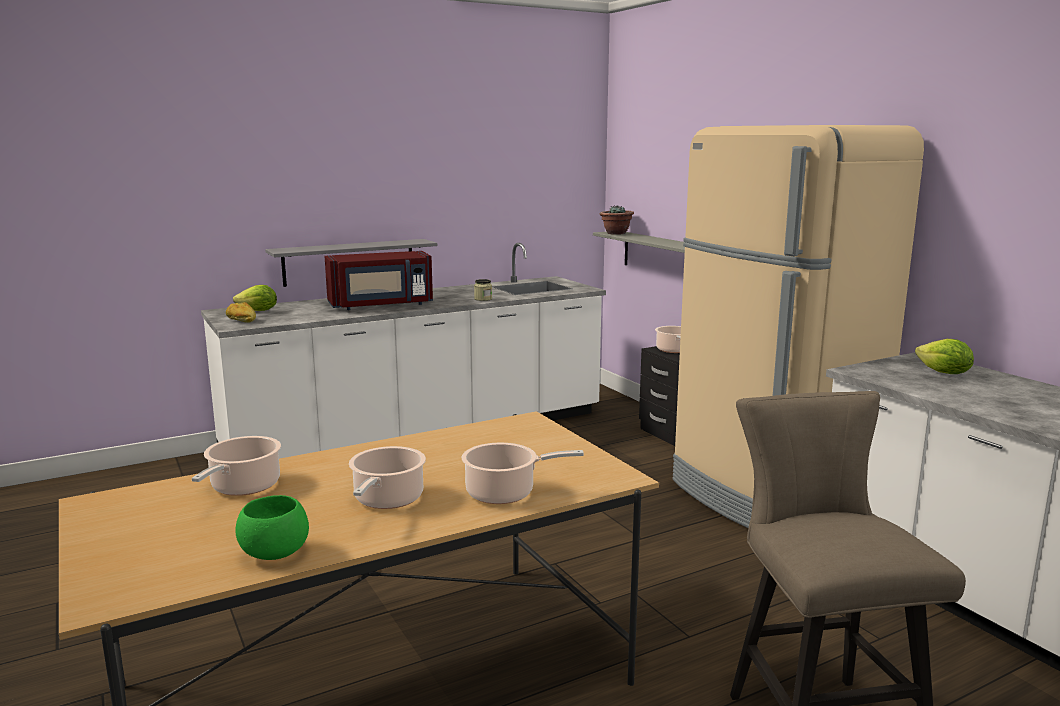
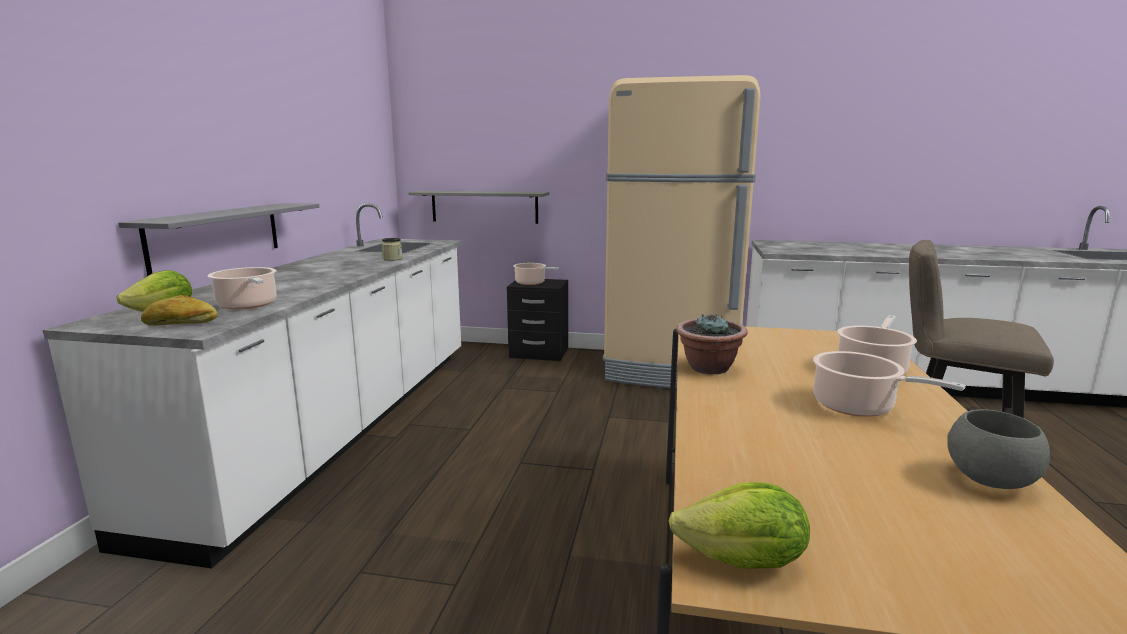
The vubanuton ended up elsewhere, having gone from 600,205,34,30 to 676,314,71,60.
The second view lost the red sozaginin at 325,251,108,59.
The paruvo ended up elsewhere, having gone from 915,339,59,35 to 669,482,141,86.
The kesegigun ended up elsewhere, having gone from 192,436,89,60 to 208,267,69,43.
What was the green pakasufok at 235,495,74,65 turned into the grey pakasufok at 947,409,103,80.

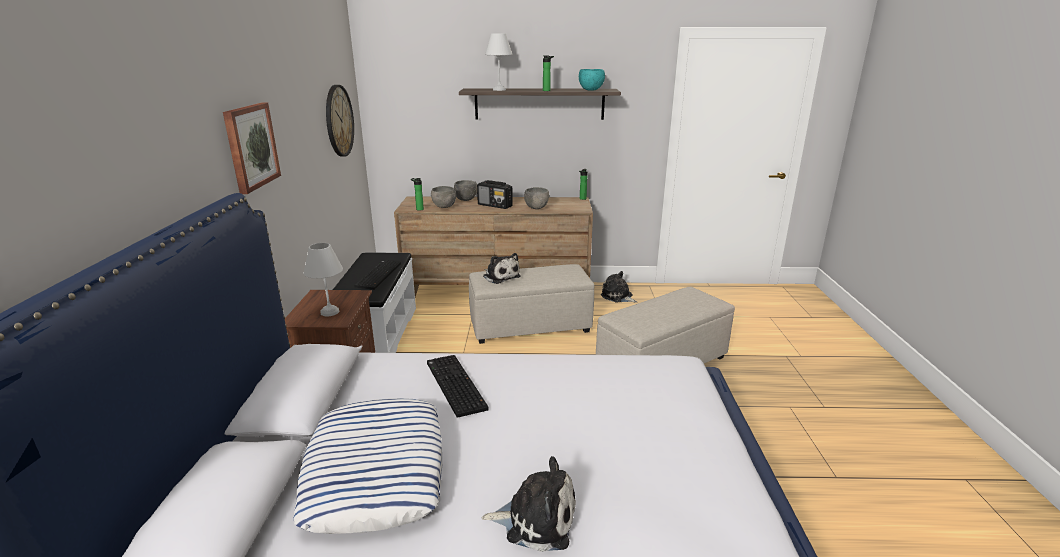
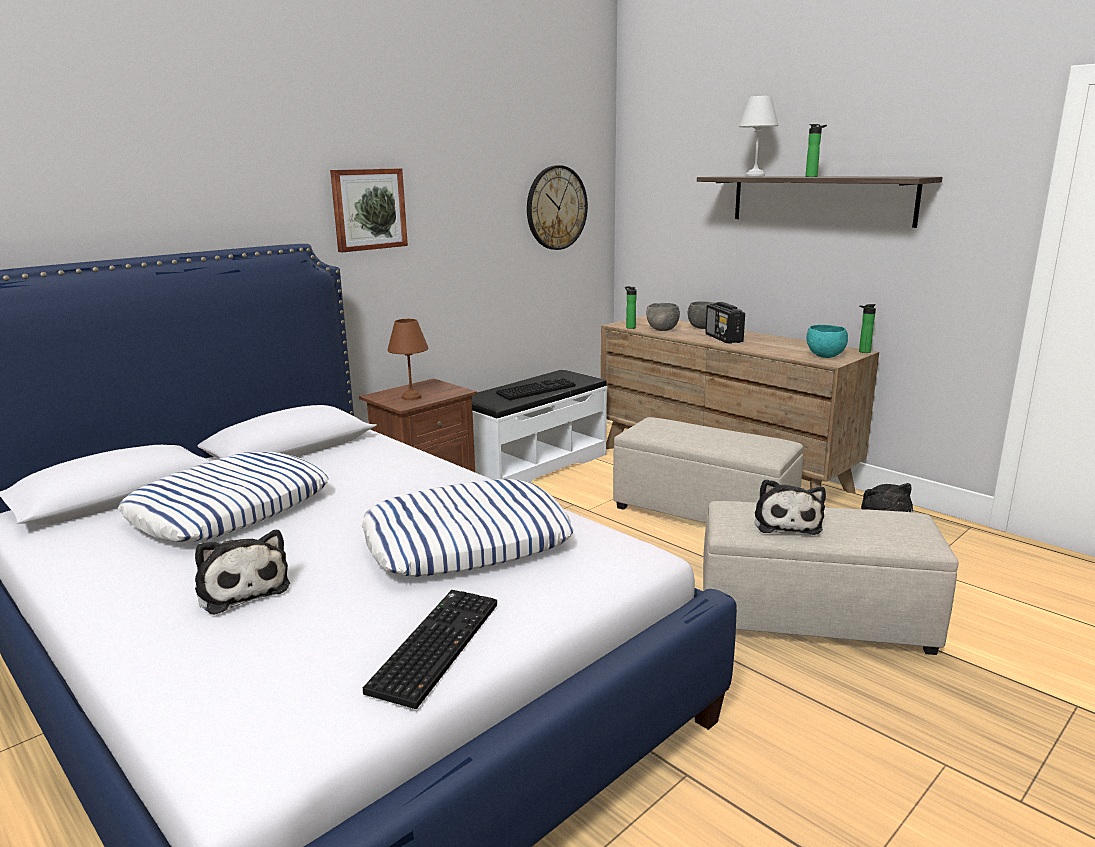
The turquoise pakasufok ended up elsewhere, having gone from 579,69,26,22 to 806,325,42,33.
The second view lost the grey pakasufok at 524,187,25,22.
What was the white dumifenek at 304,243,39,73 turned into the brown dumifenek at 387,319,41,81.
The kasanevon ended up elsewhere, having gone from 483,253,38,31 to 755,479,71,56.
The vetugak ended up elsewhere, having gone from 427,355,62,63 to 363,590,134,119.
The second view gained the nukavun at 362,479,211,98.

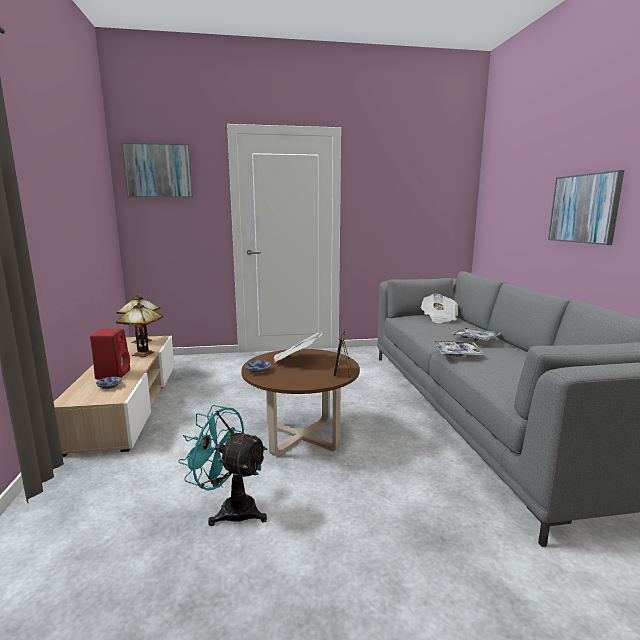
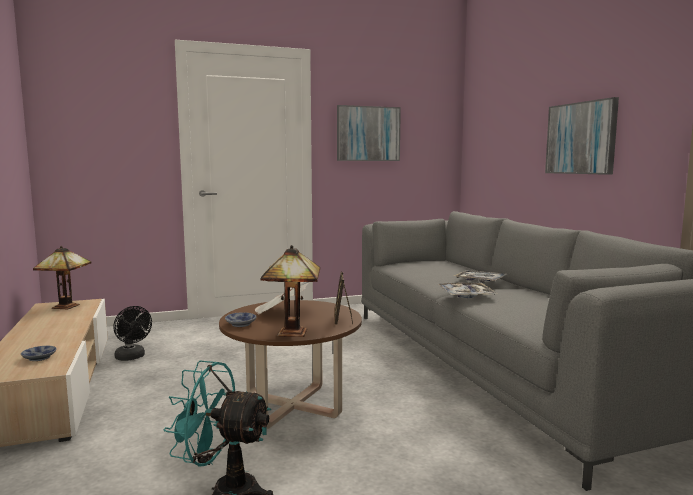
The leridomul ended up elsewhere, having gone from 122,142,71,56 to 337,105,64,56.
The second view lost the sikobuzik at 421,294,37,29.
The dumifenek ended up elsewhere, having gone from 116,303,47,54 to 260,245,60,92.
The second view lost the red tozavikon at 90,329,40,50.
The second view gained the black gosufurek at 113,306,39,55.

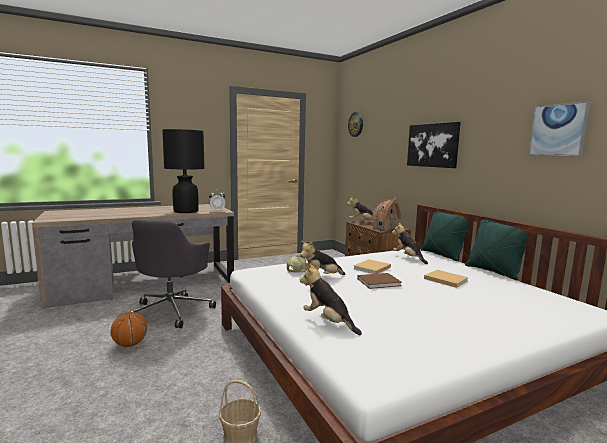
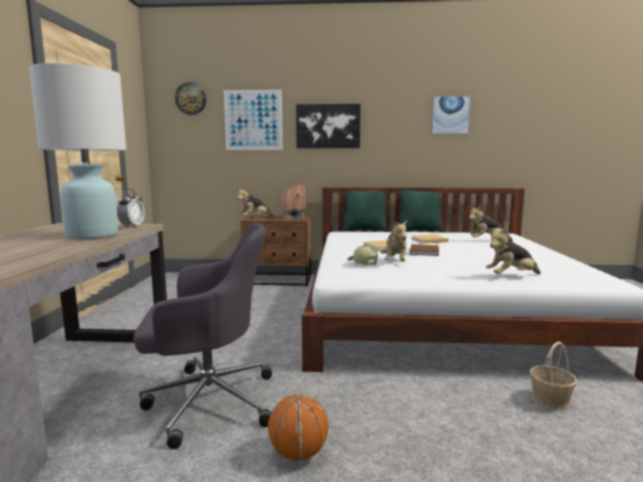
What was the black dumifenek at 162,129,43,84 turned into the white dumifenek at 29,63,97,176.
The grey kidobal at 131,220,85,108 ended up facing another way, 45 degrees counterclockwise from before.
The kasanevon ended up elsewhere, having gone from 392,223,36,41 to 469,207,44,34.
The second view gained the leridomul at 224,90,59,60.

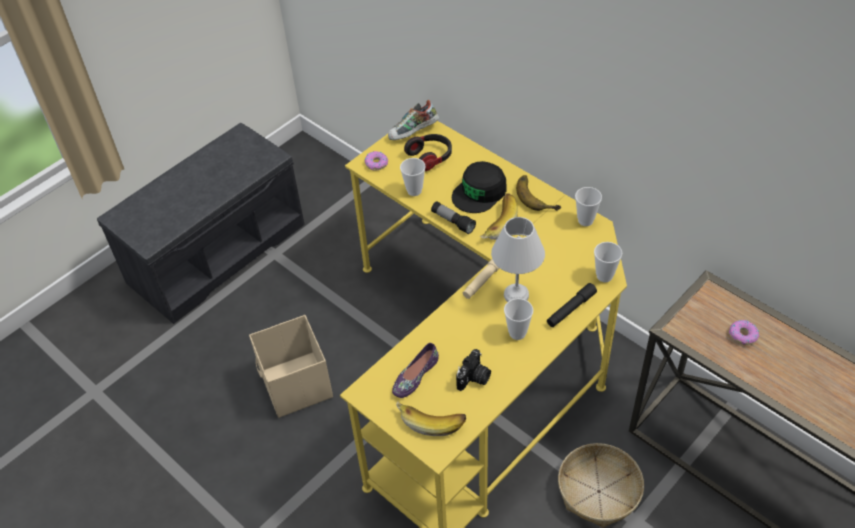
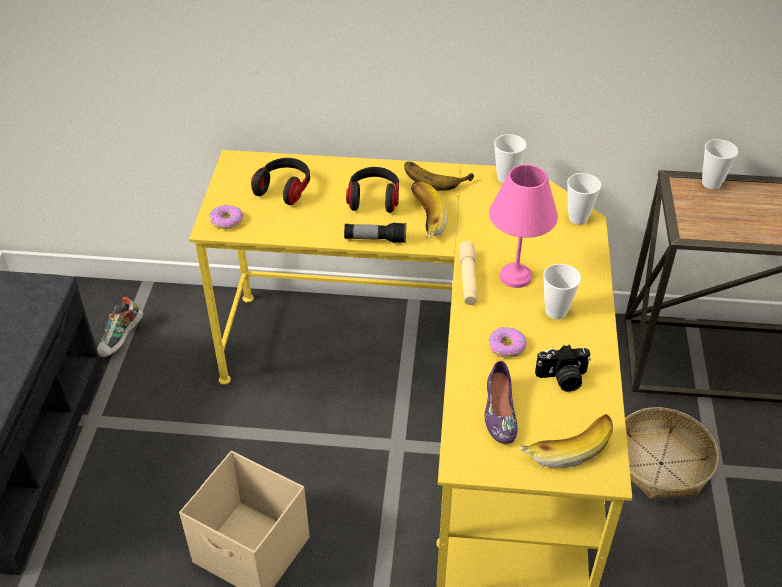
The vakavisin ended up elsewhere, having gone from 388,100,51,40 to 97,297,46,61.
The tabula ended up elsewhere, having gone from 400,158,26,38 to 702,139,36,50.
Where the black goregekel stood at 452,161,55,52, the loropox came to stand at 346,167,53,46.
What was the white dumifenek at 491,217,54,85 turned into the pink dumifenek at 489,165,69,123.
The second view lost the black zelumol at 547,283,50,44.
The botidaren ended up elsewhere, having gone from 729,320,30,25 to 489,327,38,30.
The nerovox at 456,349,35,42 ended up facing another way, 90 degrees clockwise from before.

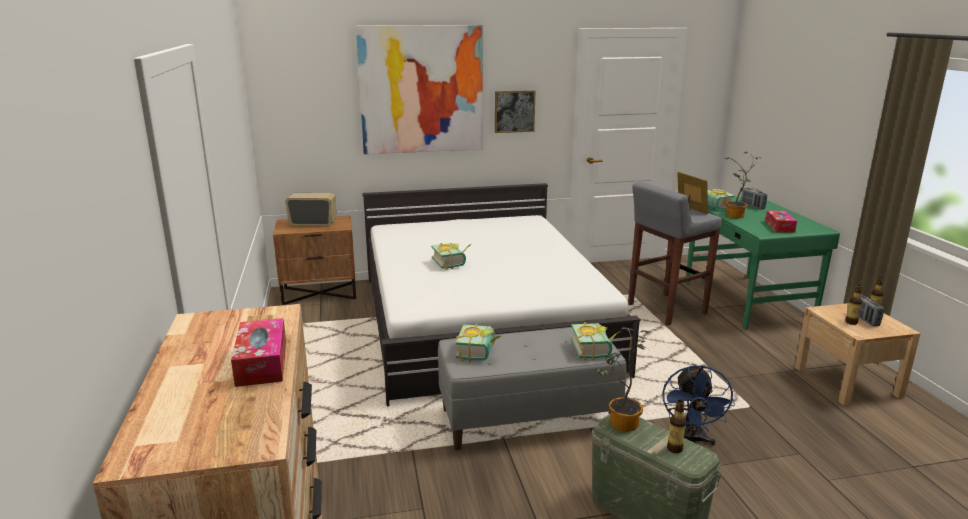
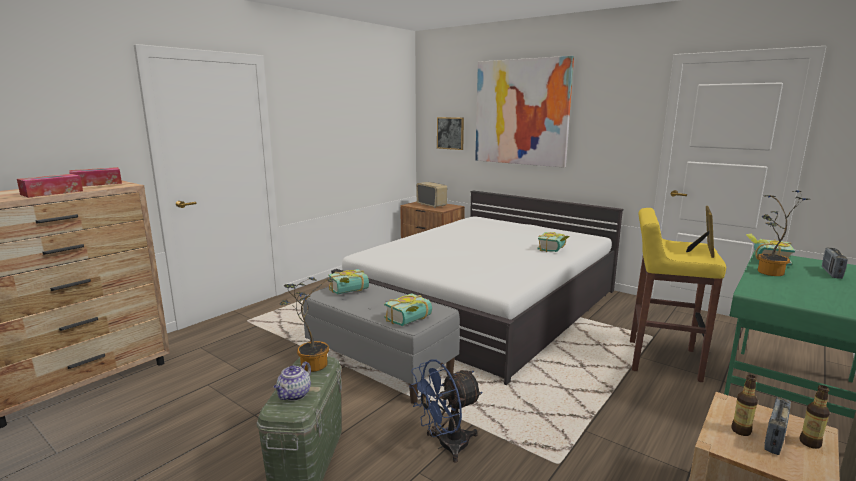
The leridomul ended up elsewhere, having gone from 495,90,40,43 to 437,117,27,33.
What was the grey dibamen at 628,182,94,143 turned into the yellow dibamen at 630,208,96,174.
The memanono ended up elsewhere, having gone from 765,210,32,23 to 69,167,53,20.
The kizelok ended up elsewhere, having gone from 431,243,40,27 to 537,232,33,20.
Where the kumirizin stood at 667,400,19,53, the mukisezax came to stand at 274,362,37,39.

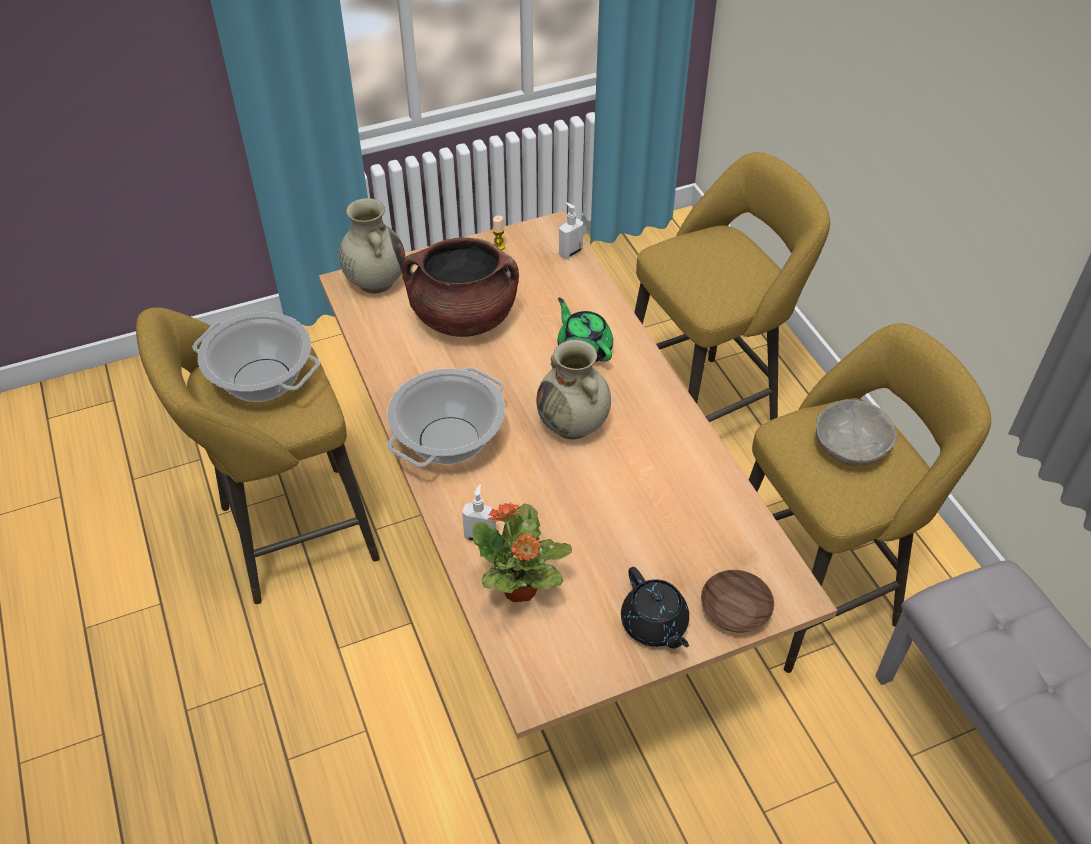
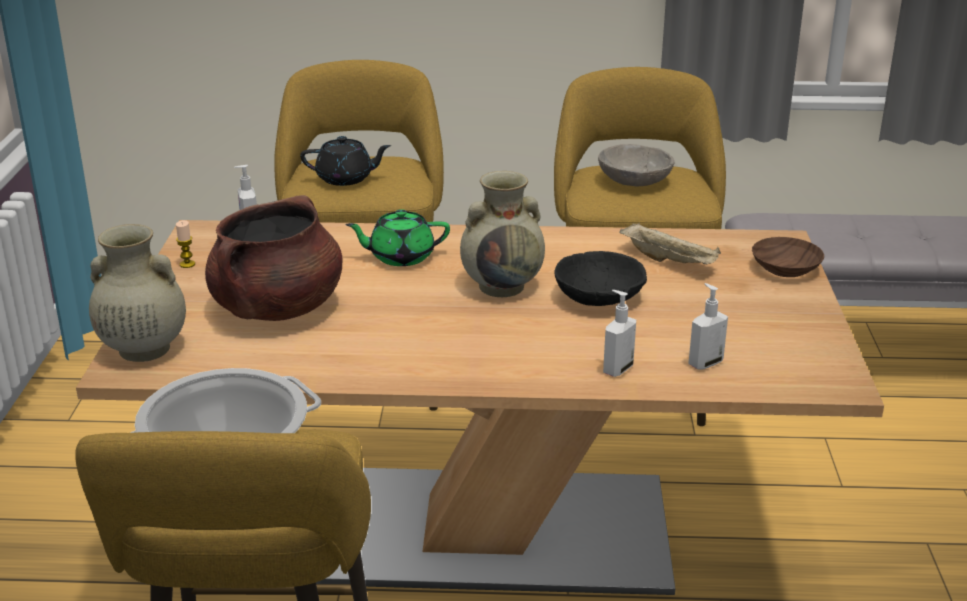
The second view lost the kesegigun at 387,367,118,100.
Where the vubanuton stood at 472,503,100,99, the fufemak came to stand at 688,283,40,87.
The black mukisezax ended up elsewhere, having gone from 621,567,68,81 to 300,136,91,50.
The second view gained the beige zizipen at 619,223,102,41.
The second view gained the black pakasufok at 555,251,92,55.

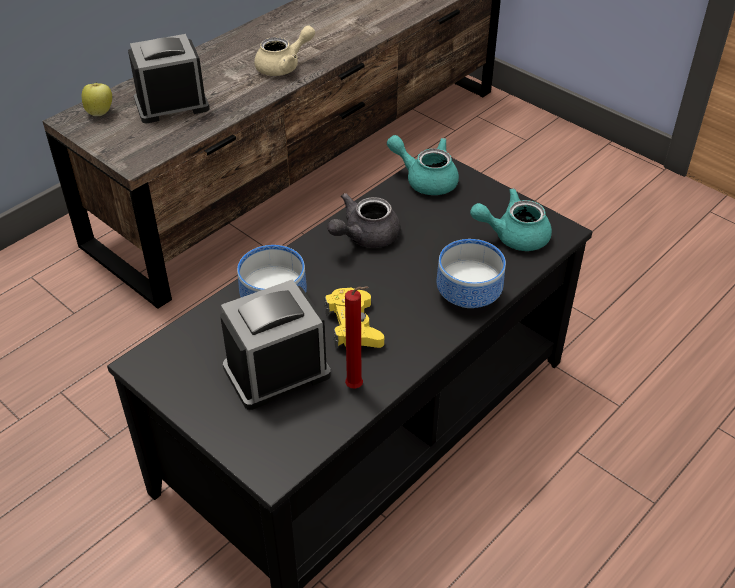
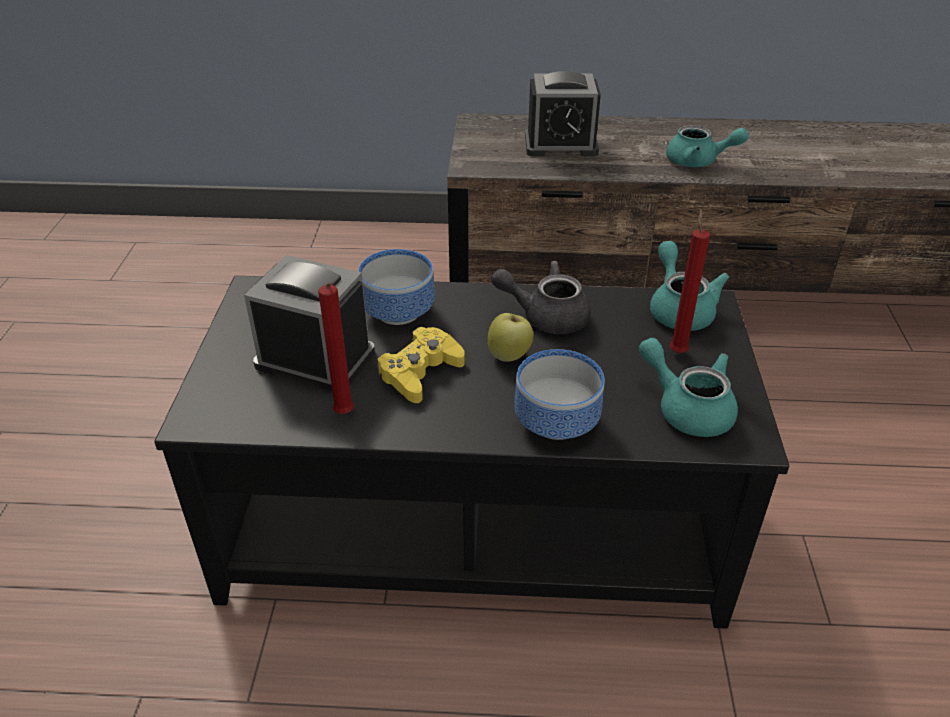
What was the beige mukisezax at 254,25,61,51 turned into the turquoise mukisezax at 666,125,83,42.
The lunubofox at 128,34,82,90 ended up facing another way, 150 degrees clockwise from before.
The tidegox ended up elsewhere, having gone from 82,82,30,34 to 488,313,46,49.
The second view gained the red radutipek at 670,209,40,144.

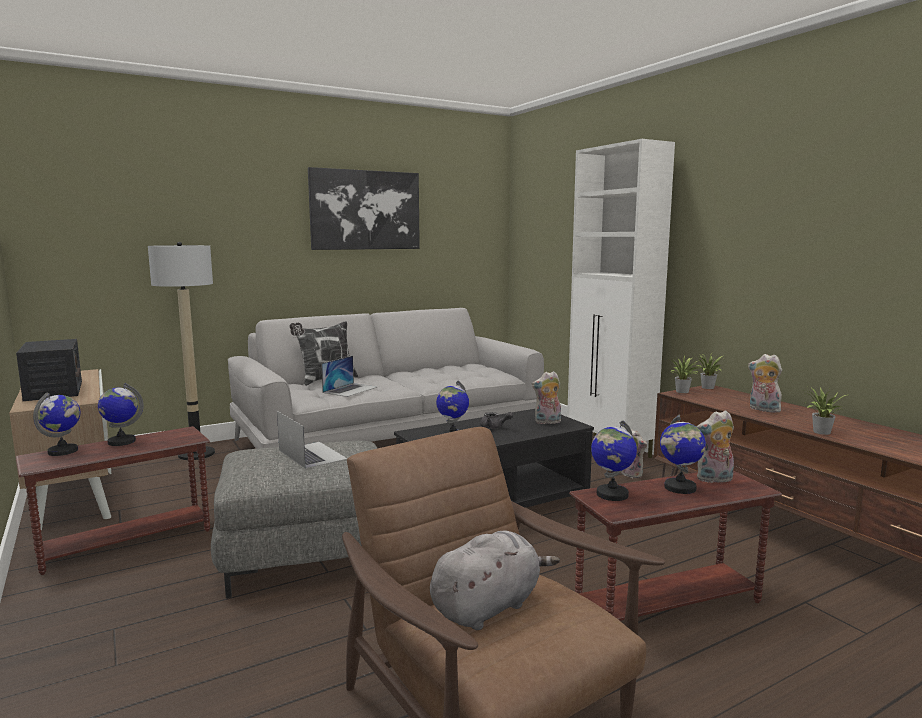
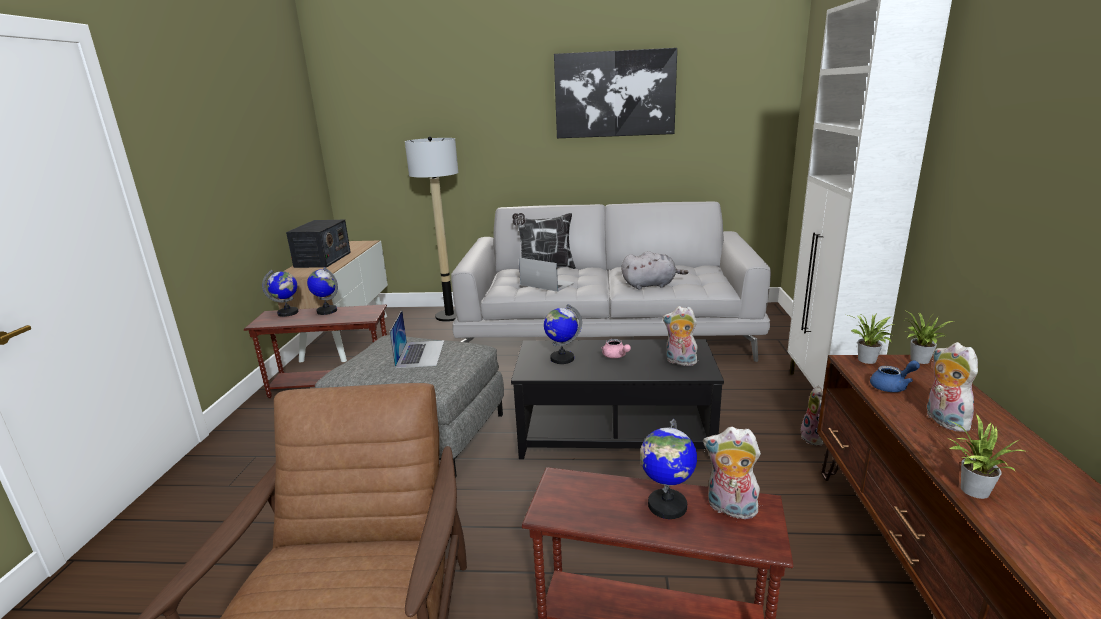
The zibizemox at 321,356,56,41 ended up facing another way, 120 degrees counterclockwise from before.
What was the grey mukisezax at 480,412,33,17 turned into the pink mukisezax at 602,339,29,19.
The second view lost the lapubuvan at 591,420,46,81.
The grey kasanevon ended up elsewhere, having gone from 430,531,130,99 to 622,251,66,39.
The second view gained the blue mukisezax at 870,360,50,32.

